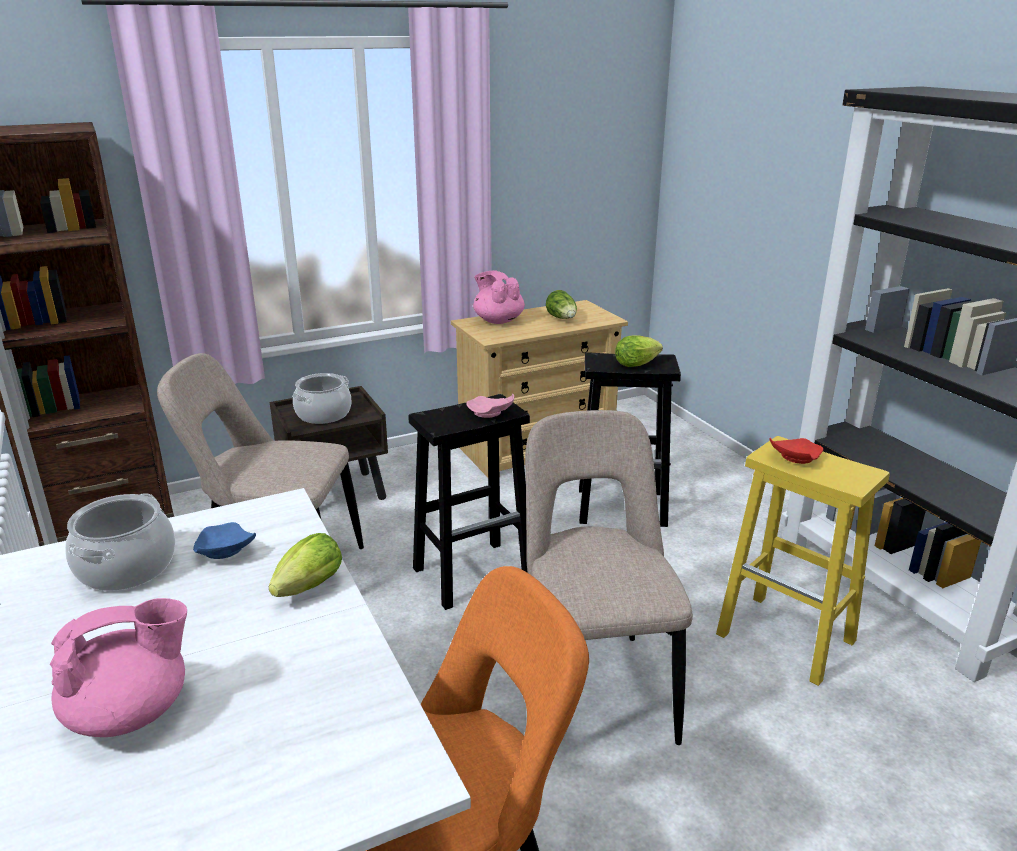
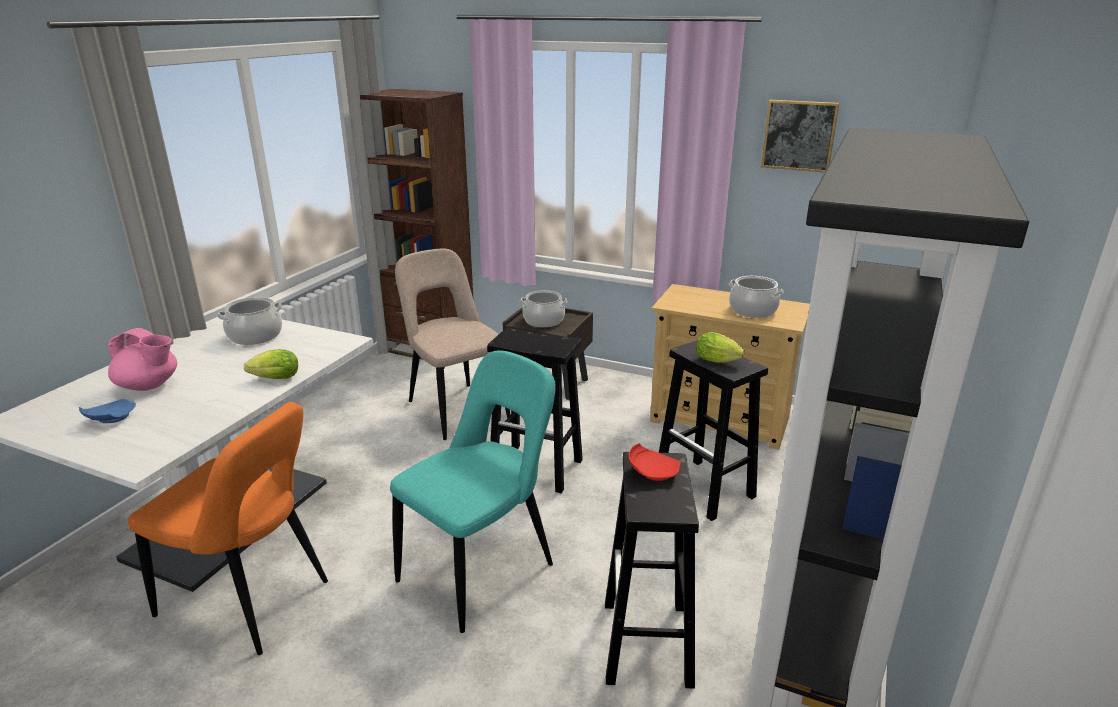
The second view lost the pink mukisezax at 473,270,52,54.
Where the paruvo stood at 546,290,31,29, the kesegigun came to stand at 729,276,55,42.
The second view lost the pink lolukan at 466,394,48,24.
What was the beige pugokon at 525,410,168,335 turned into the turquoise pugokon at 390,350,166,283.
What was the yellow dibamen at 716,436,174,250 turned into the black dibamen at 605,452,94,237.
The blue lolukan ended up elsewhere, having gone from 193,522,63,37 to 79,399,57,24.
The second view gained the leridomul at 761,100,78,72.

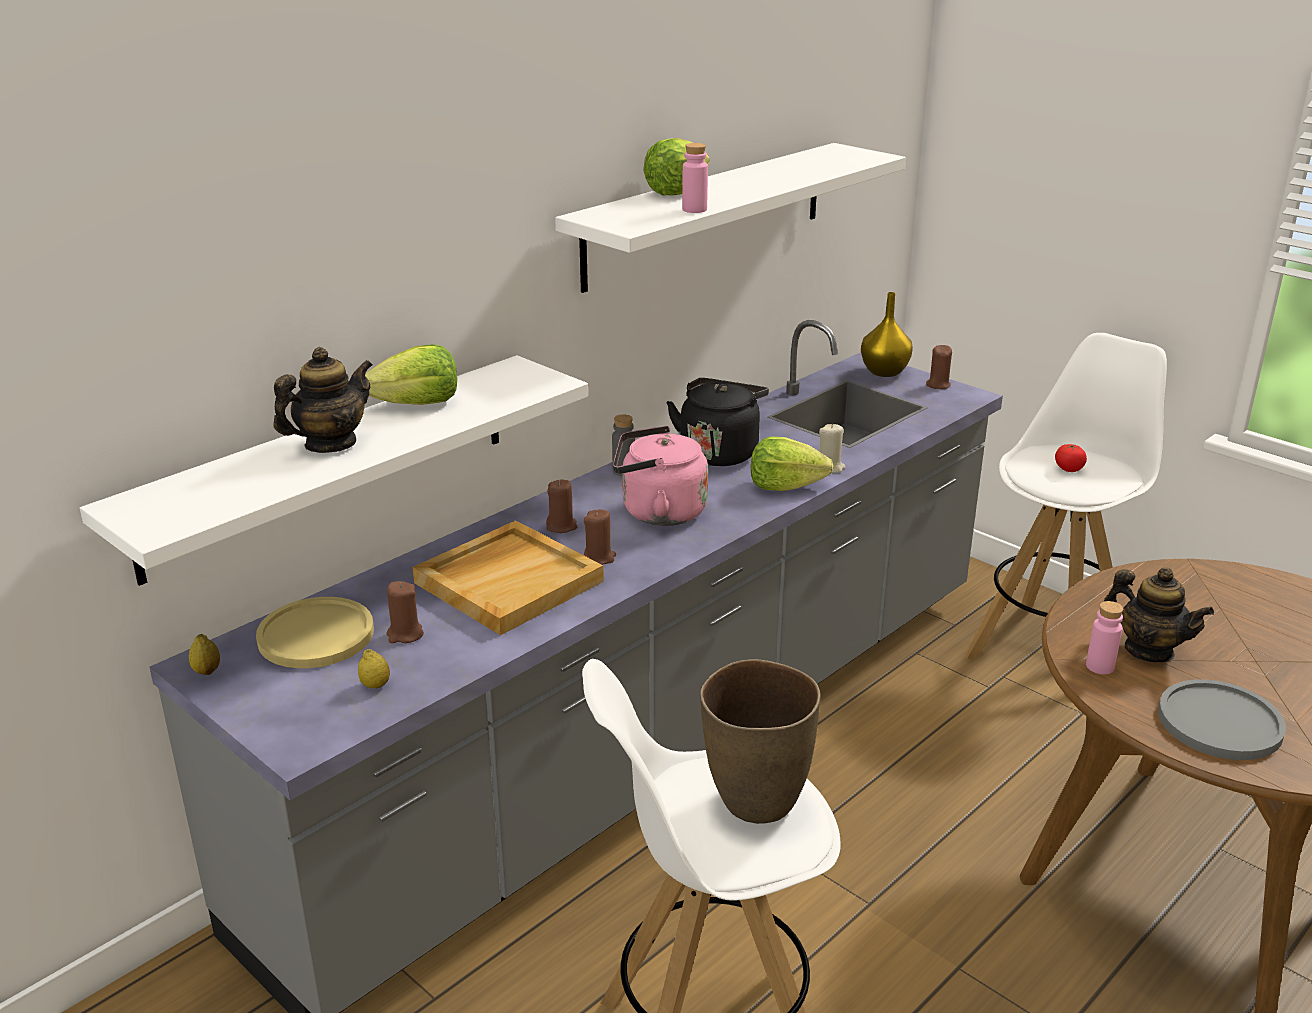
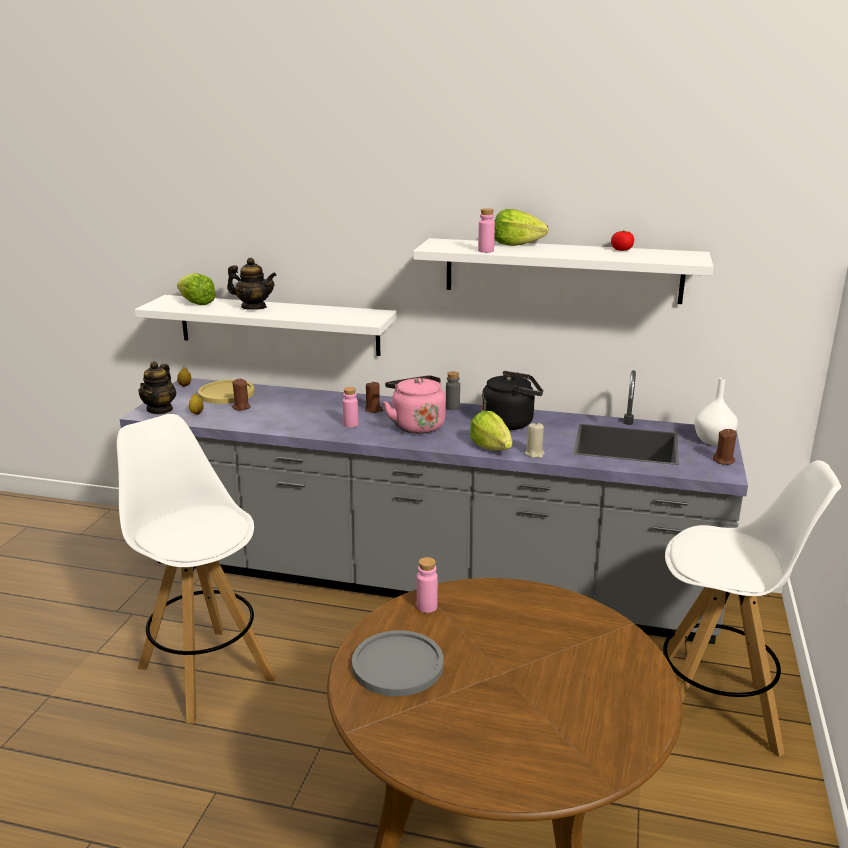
What was the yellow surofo at 861,292,52,85 turned into the white surofo at 694,378,44,67.
The paruvo ended up elsewhere, having gone from 365,344,92,61 to 177,273,39,32.
The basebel ended up elsewhere, having gone from 1055,444,32,28 to 611,230,23,21.
Where the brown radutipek stood at 584,509,32,56, the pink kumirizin came to stand at 343,387,15,41.
The second view lost the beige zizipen at 413,520,191,115.
The mukisezax ended up elsewhere, having gone from 1103,568,111,94 to 138,361,38,53.
The second view lost the brown surofo at 700,659,121,165.

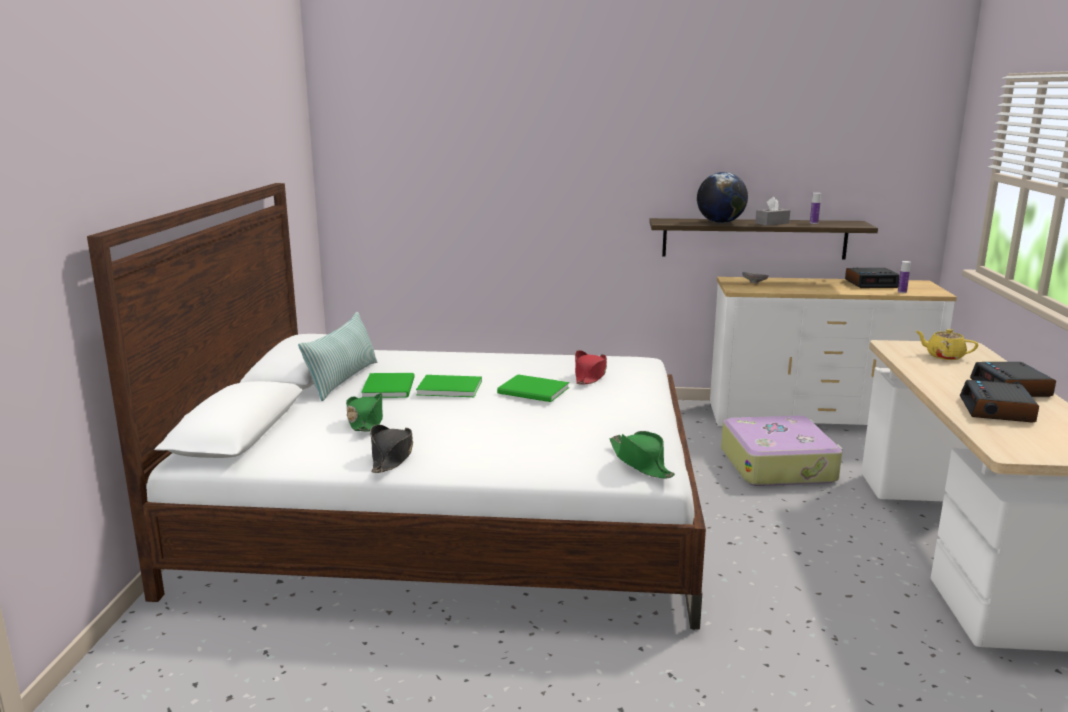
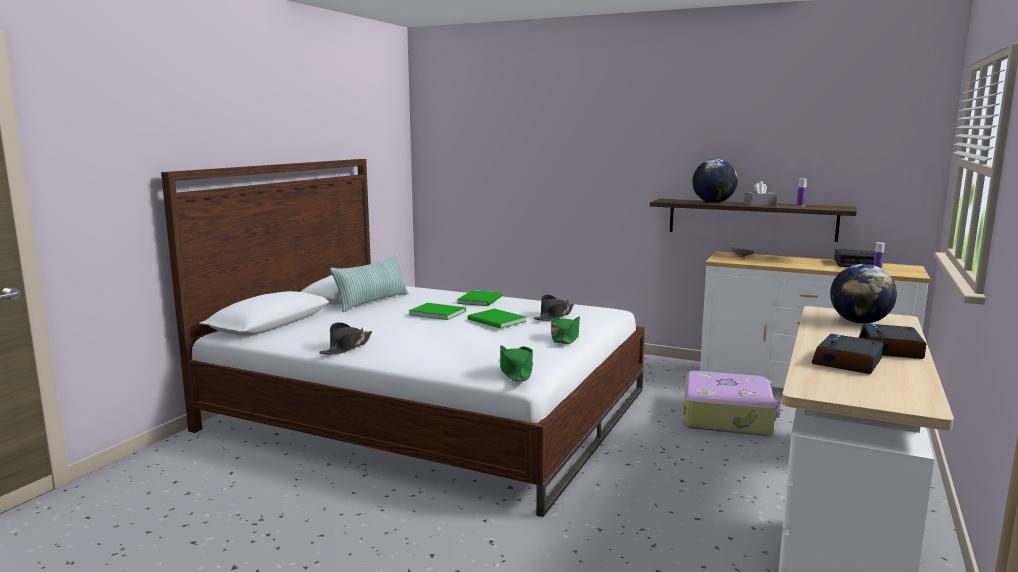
Where the yellow mukisezax stood at 916,329,62,31, the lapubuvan came to stand at 830,264,67,60.
What was the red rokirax at 575,350,32,34 turned into the black rokirax at 534,294,40,27.
The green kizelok ended up elsewhere, having gone from 361,373,54,25 to 457,290,45,16.
The green rokirax ended up elsewhere, having gone from 346,393,37,38 to 551,316,29,28.

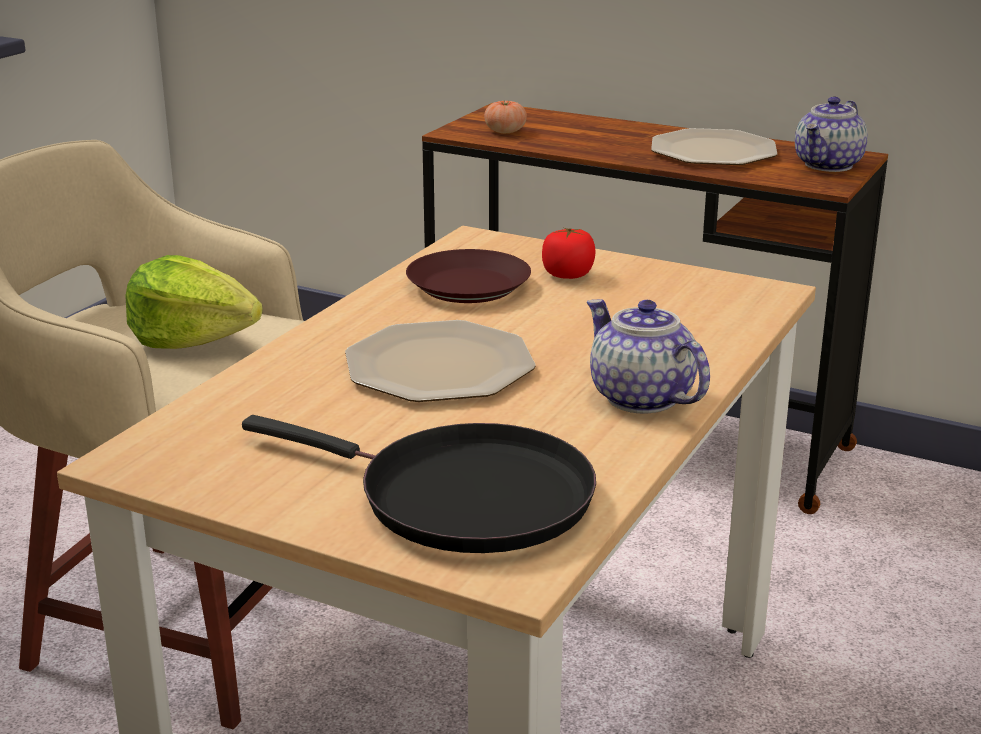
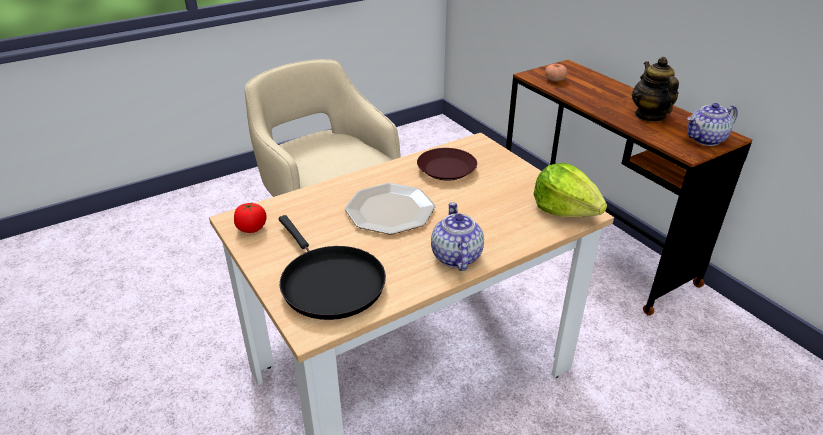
Where the lolukan stood at 651,128,126,37, the mukisezax came to stand at 632,57,47,65.
The basebel ended up elsewhere, having gone from 542,228,53,51 to 234,203,33,30.
The paruvo ended up elsewhere, having gone from 126,255,137,94 to 533,163,74,54.

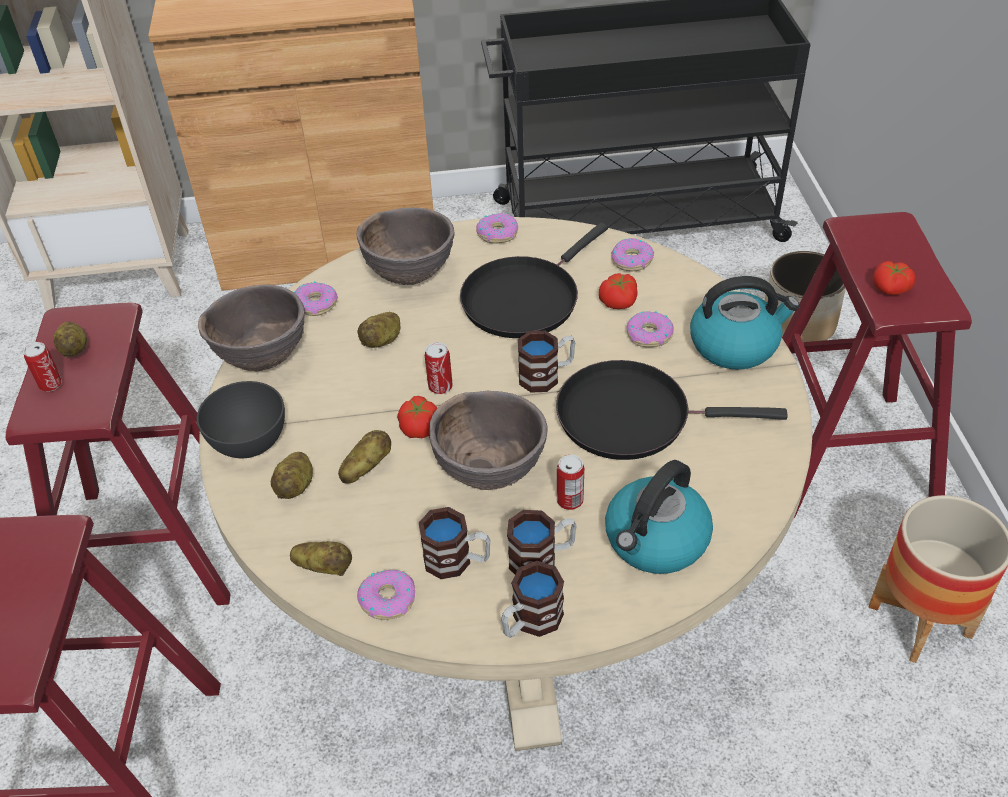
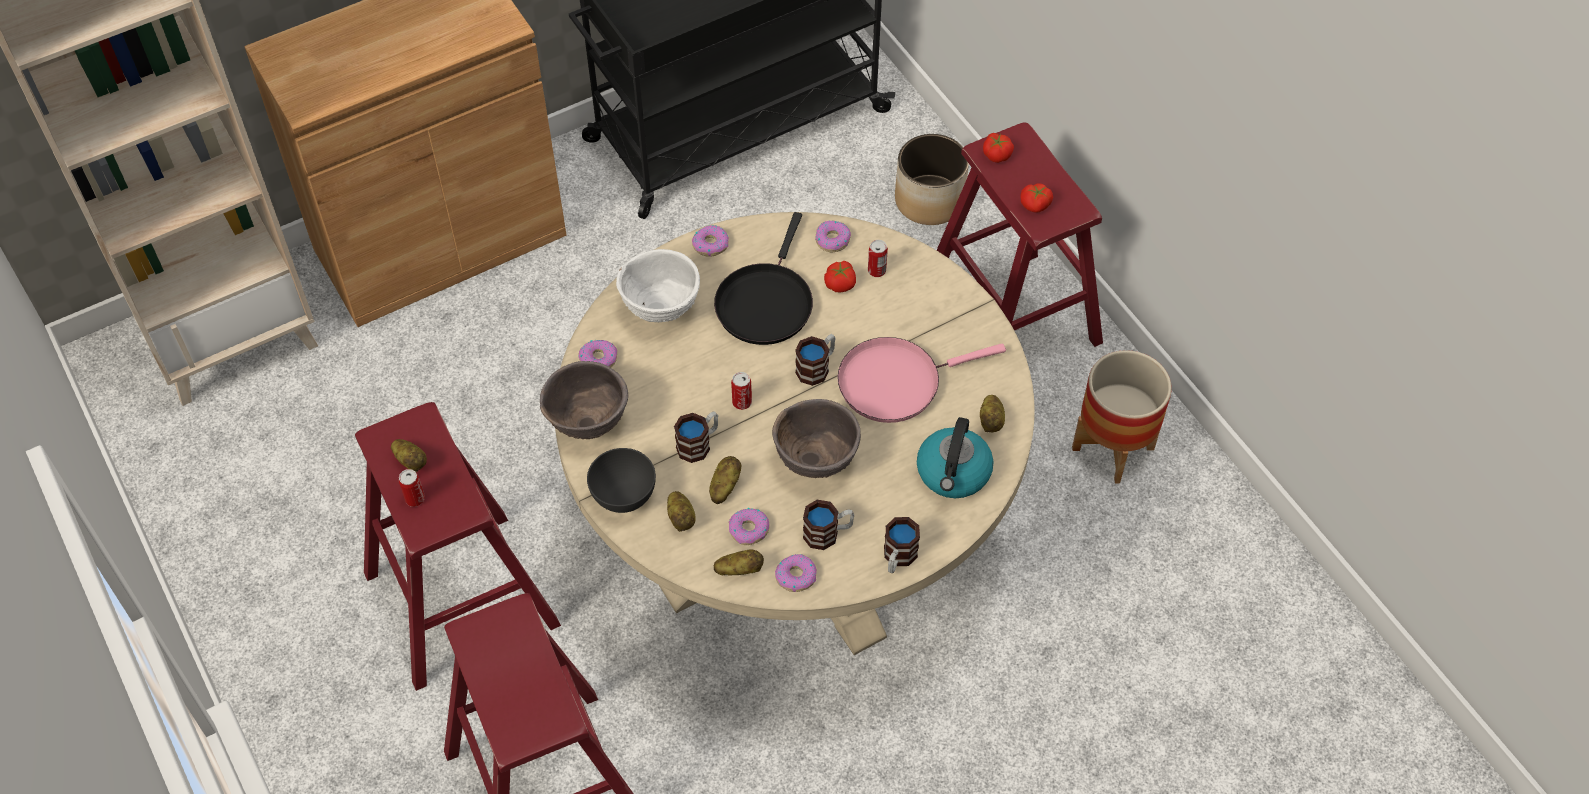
What was the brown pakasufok at 357,208,98,77 turned into the white pakasufok at 616,249,84,73.
The second view lost the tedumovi at 690,276,110,94.
The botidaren ended up elsewhere, having gone from 626,311,48,36 to 729,508,41,37.
The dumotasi ended up elsewhere, having gone from 357,312,43,36 to 980,395,25,37.
What was the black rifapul at 556,360,232,100 turned into the pink rifapul at 838,337,168,86.
The basebel ended up elsewhere, having gone from 397,396,40,42 to 983,133,31,30.
The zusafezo ended up elsewhere, having gone from 557,454,27,56 to 868,240,20,37.
The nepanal ended up elsewhere, having gone from 507,510,70,64 to 674,412,44,51.

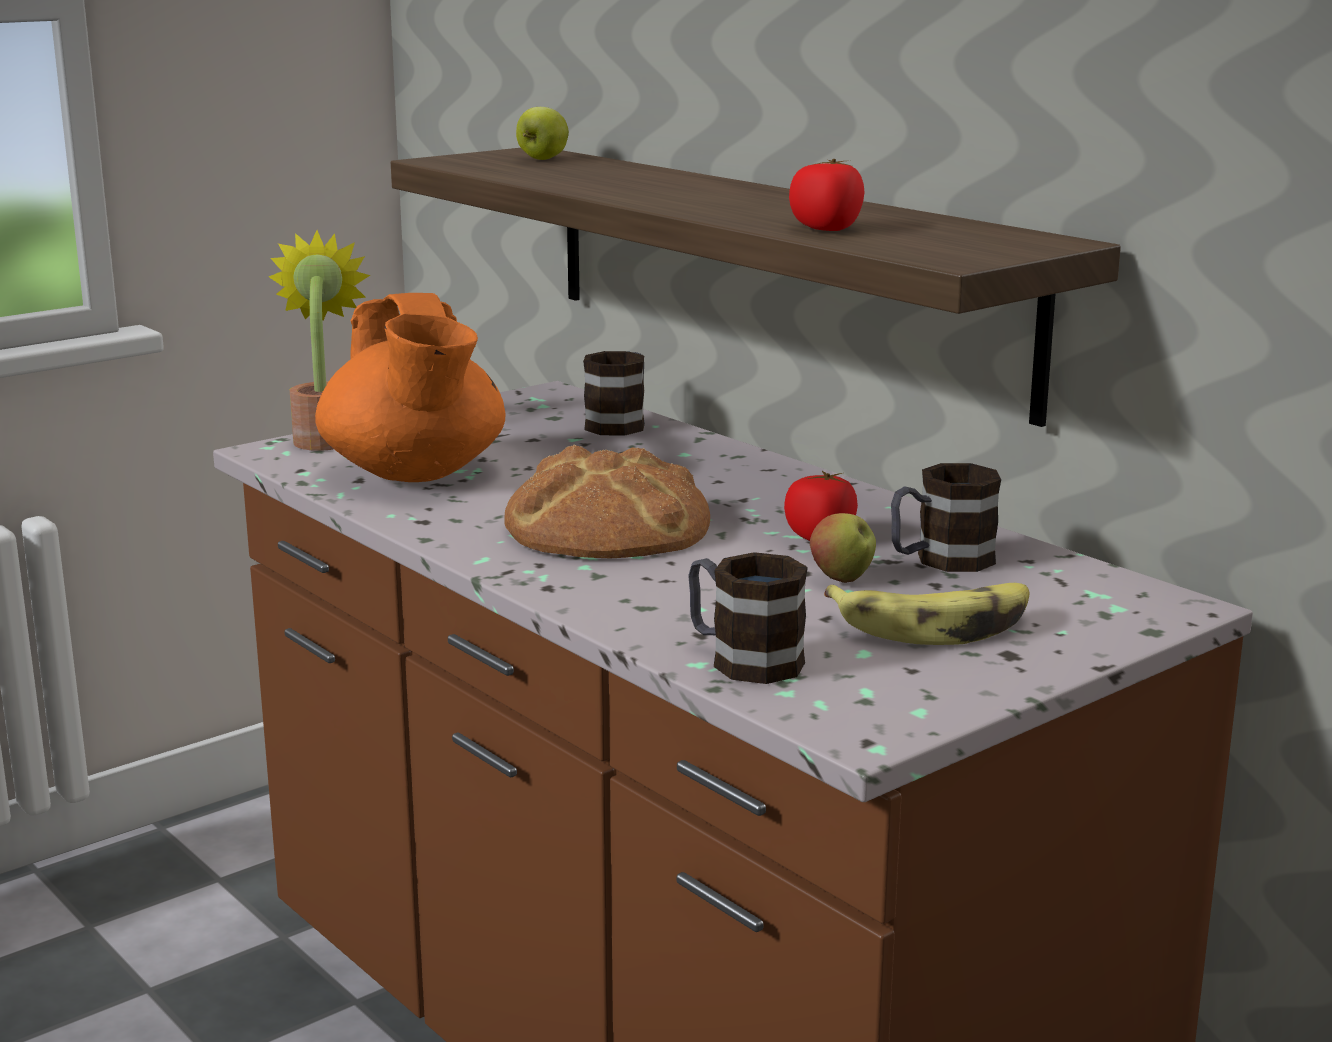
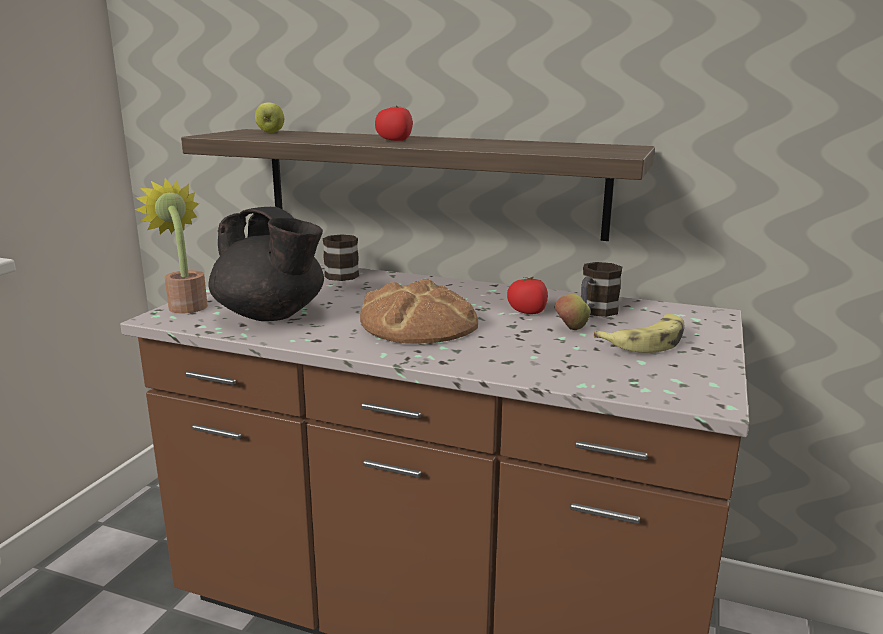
The basebel ended up elsewhere, having gone from 789,159,76,72 to 375,106,38,35.
What was the orange mukisezax at 315,293,190,189 turned into the black mukisezax at 208,207,116,114.
The second view lost the nepanal at 688,552,120,132.

